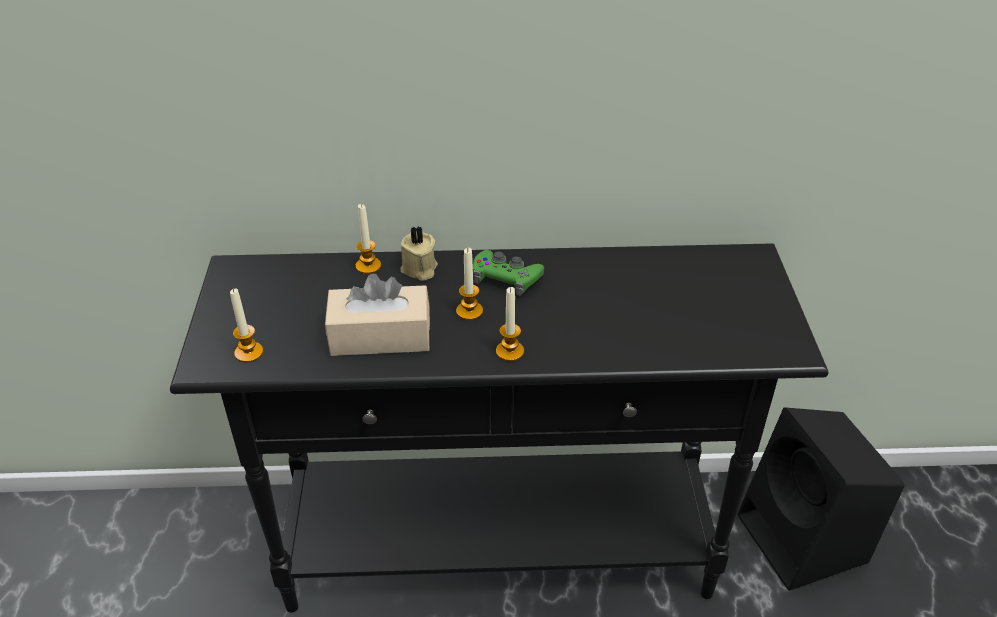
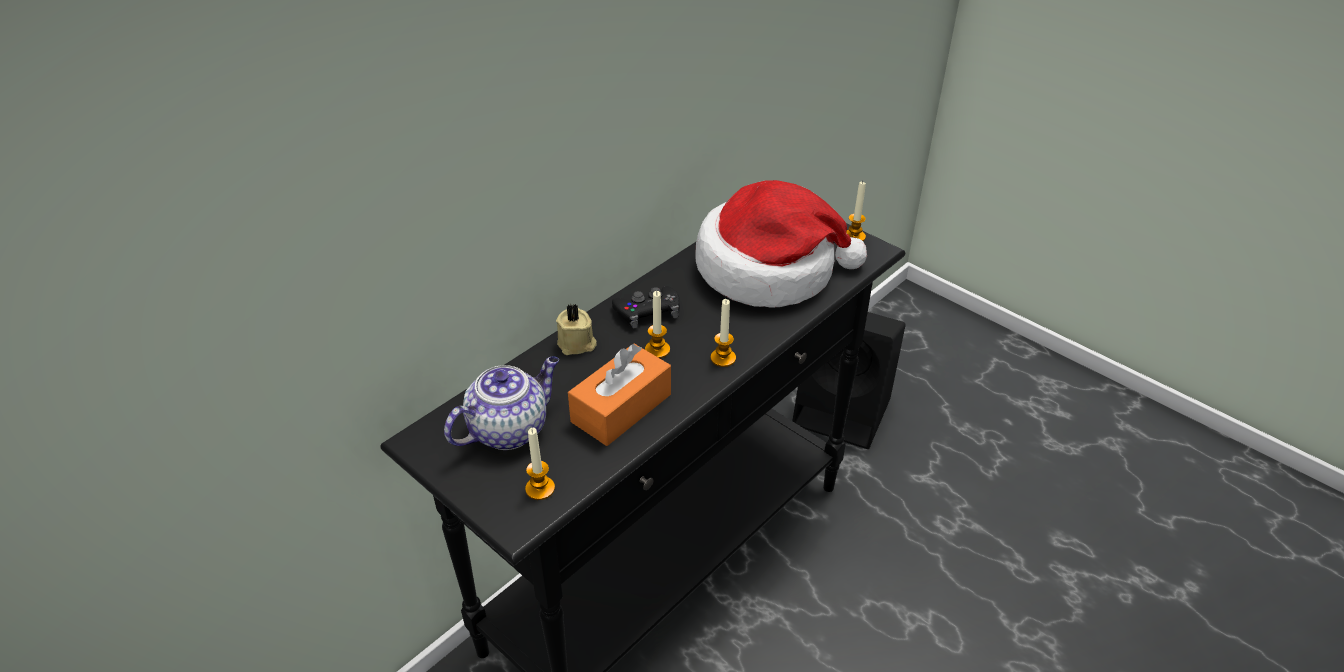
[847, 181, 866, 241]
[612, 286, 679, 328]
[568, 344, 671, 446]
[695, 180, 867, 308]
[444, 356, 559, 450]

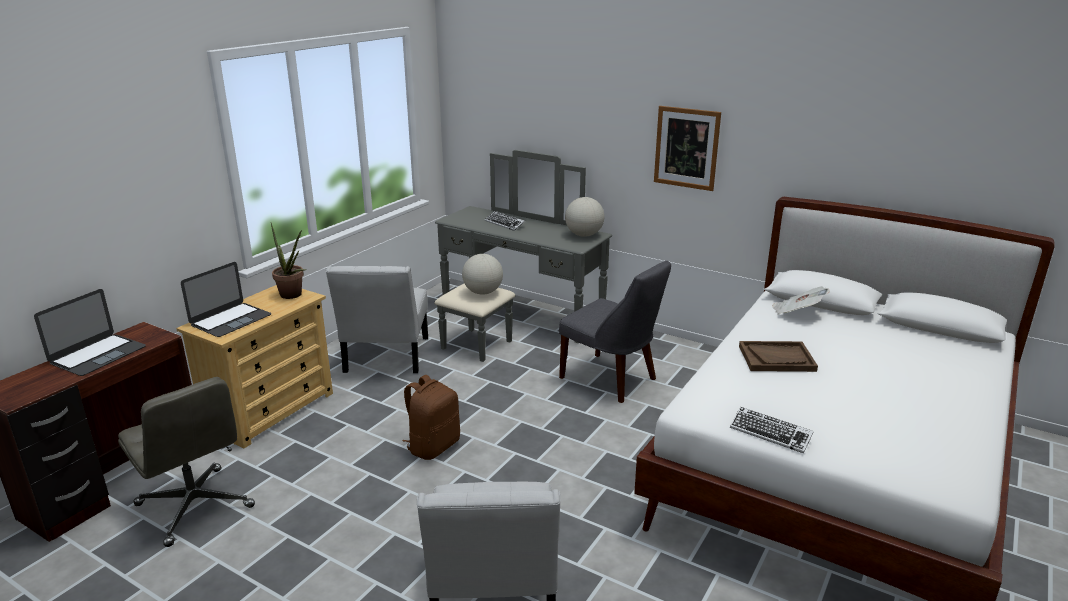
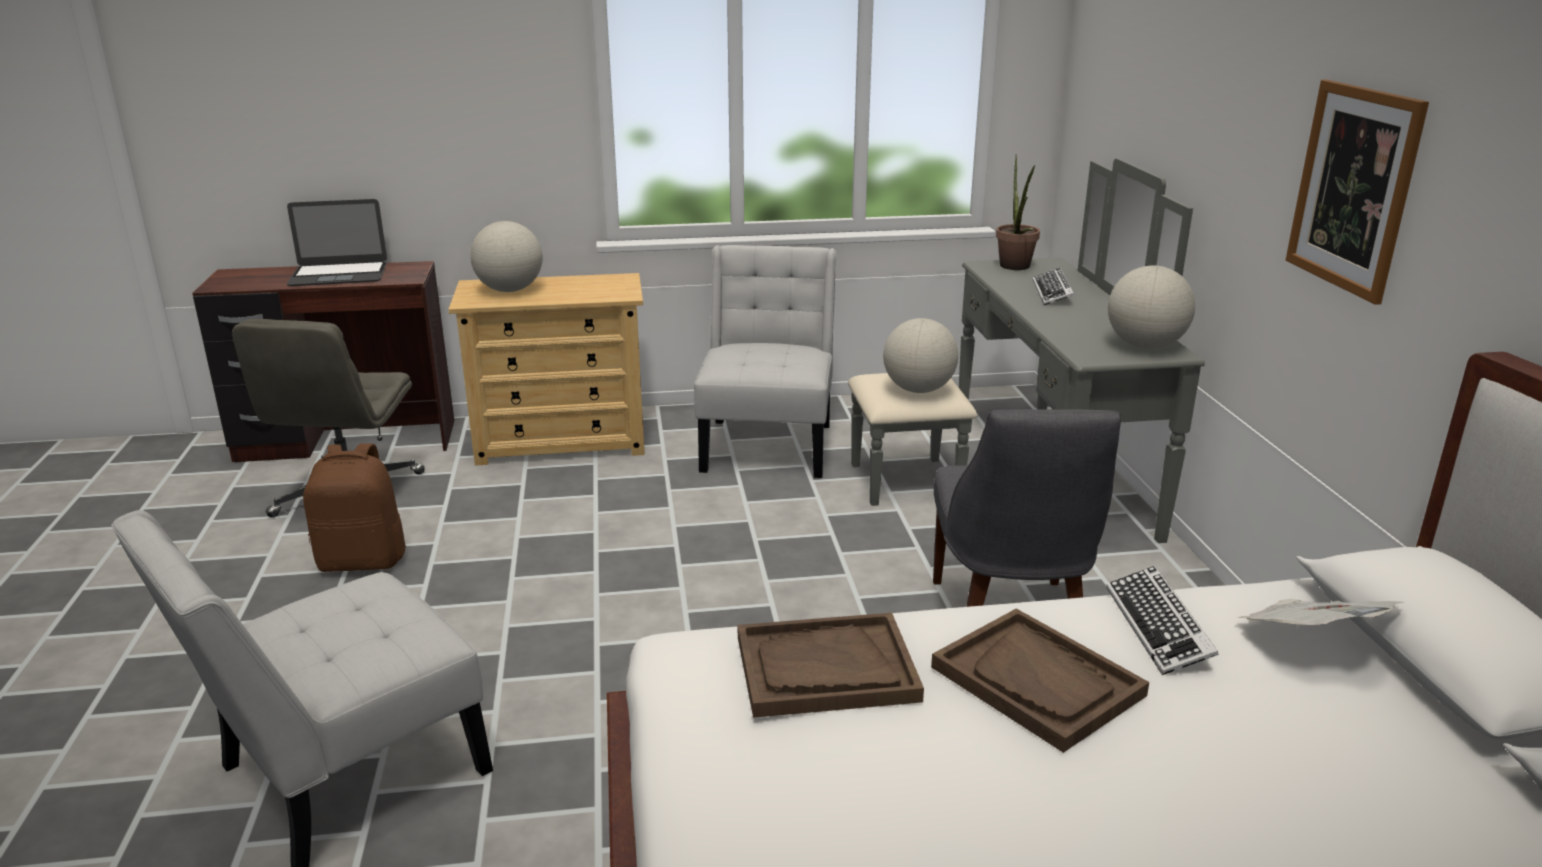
[996, 154, 1040, 270]
[470, 221, 543, 292]
[694, 245, 836, 478]
[303, 443, 406, 572]
[1106, 566, 1219, 675]
[738, 613, 924, 718]

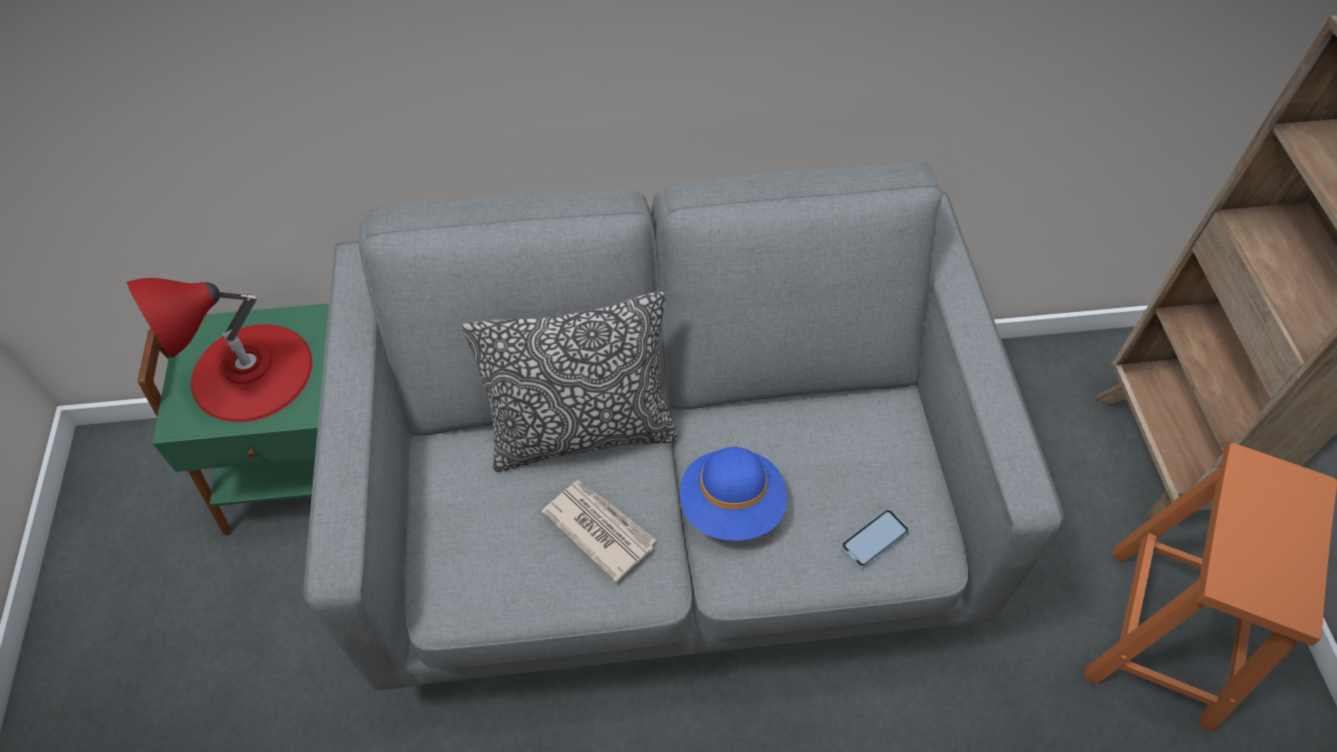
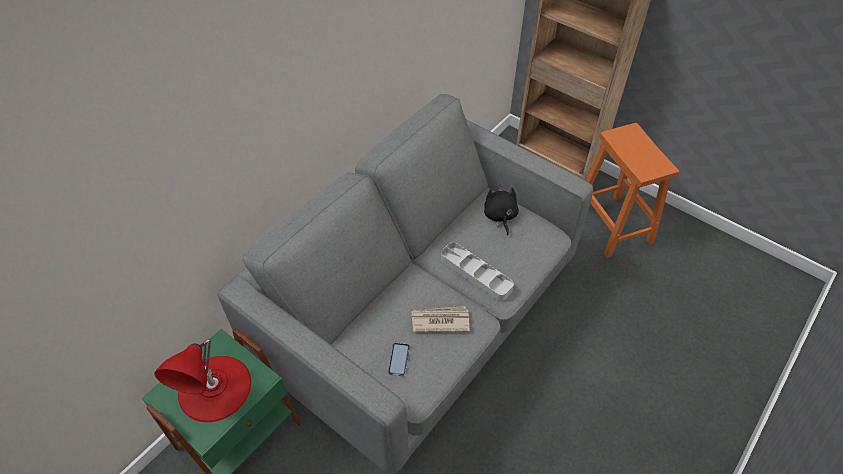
[462, 291, 678, 472] (first image)
[441, 242, 514, 301]
[388, 343, 410, 377]
[484, 185, 519, 236]

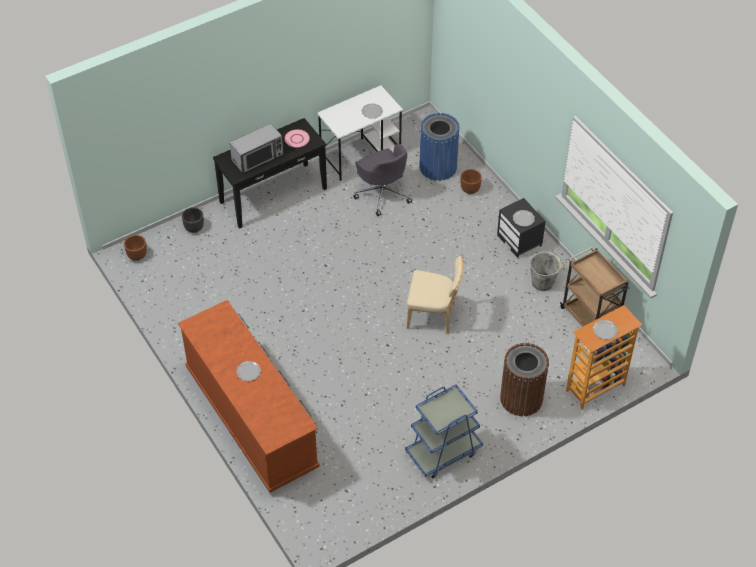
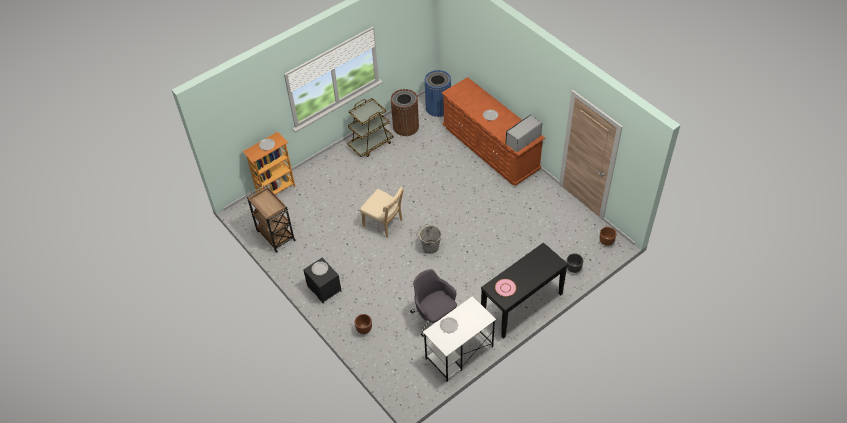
[424, 70, 451, 117]
[505, 114, 542, 152]
[416, 224, 442, 254]
[360, 187, 404, 238]
[391, 89, 419, 136]
[347, 98, 394, 157]

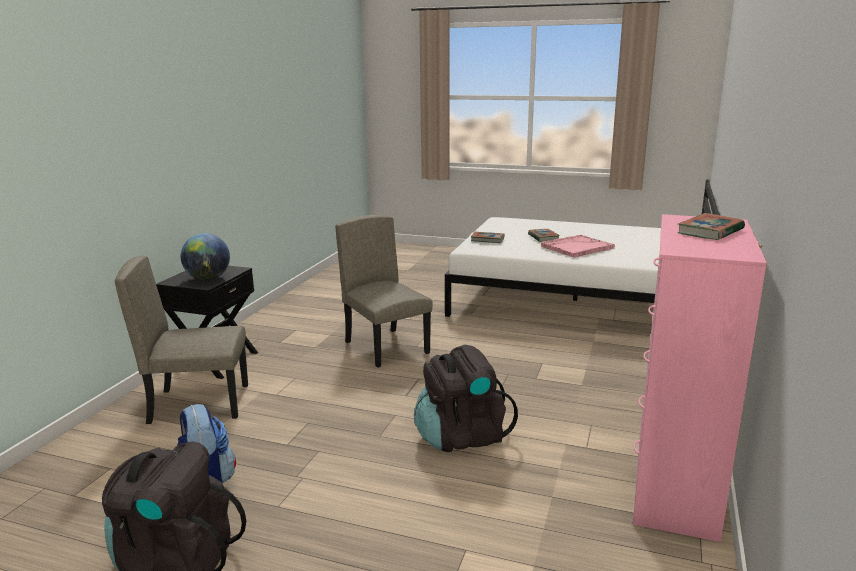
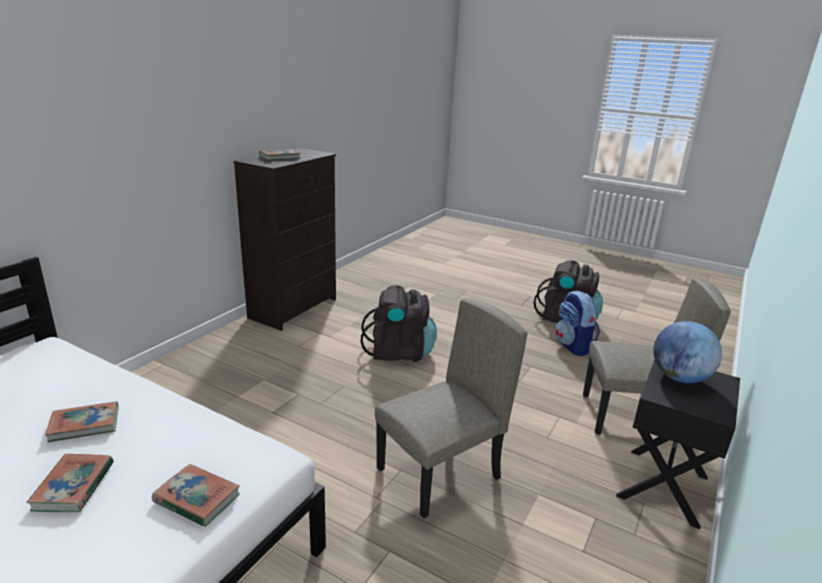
[233, 148, 336, 331]
[375, 298, 527, 519]
[45, 401, 118, 442]

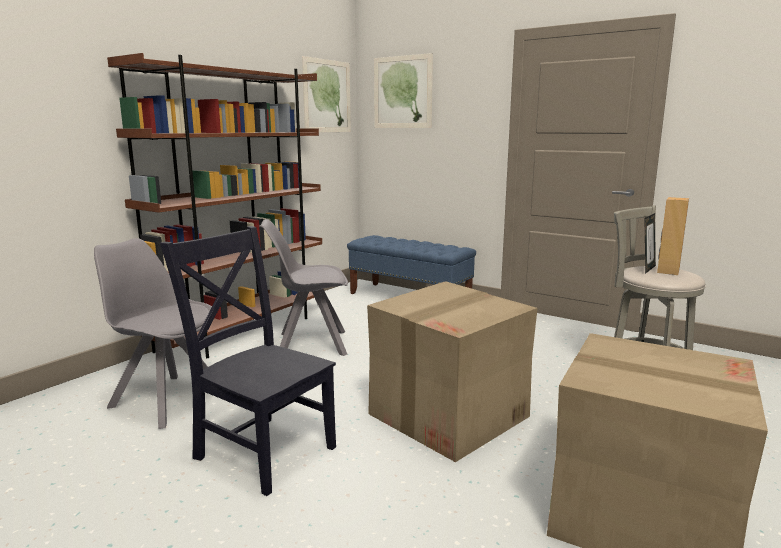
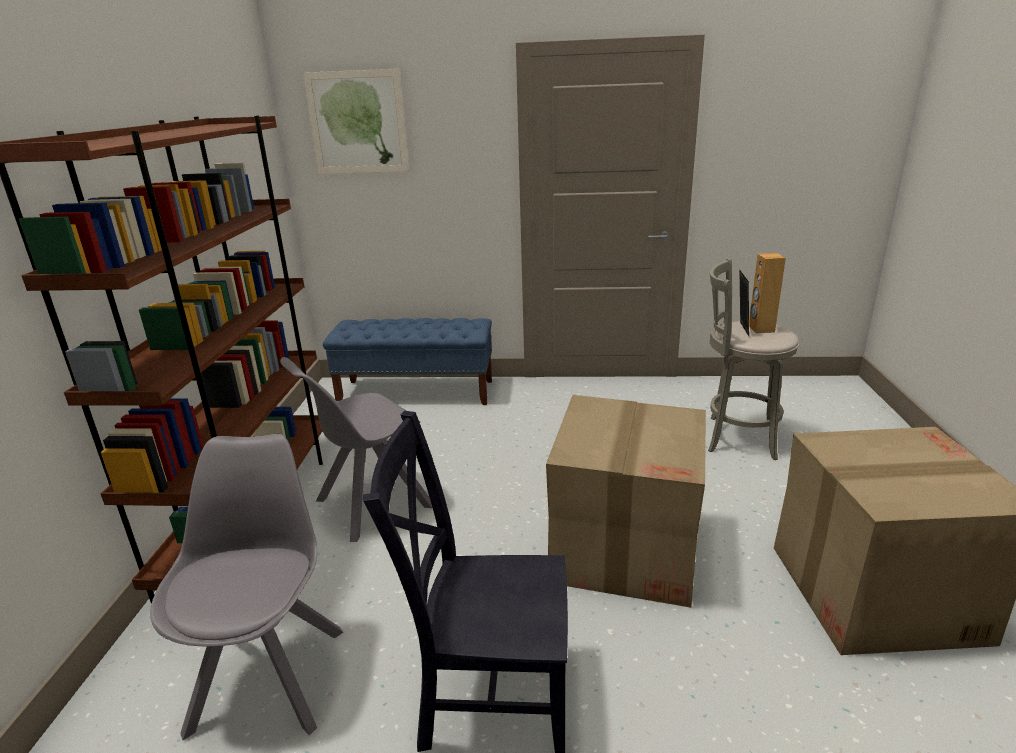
[302, 56, 351, 132] (first image)
[150, 434, 343, 740]

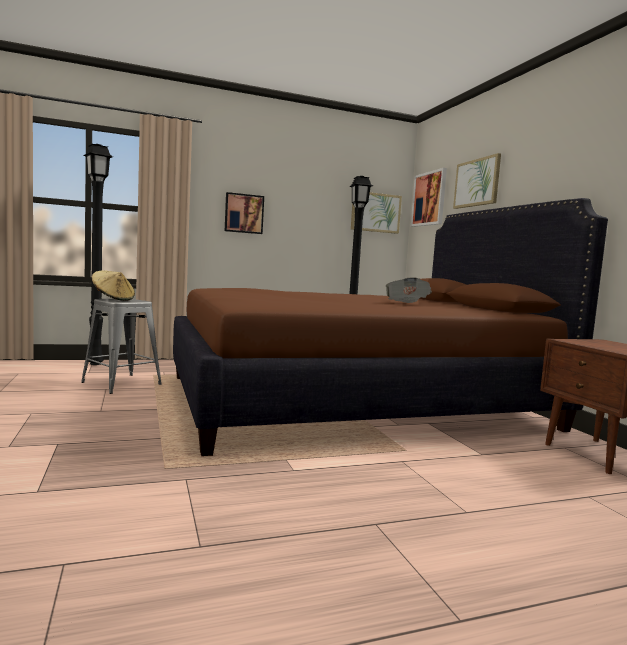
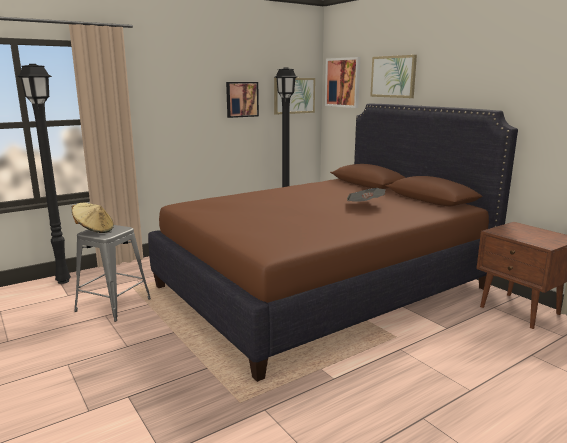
[226, 82, 259, 118]

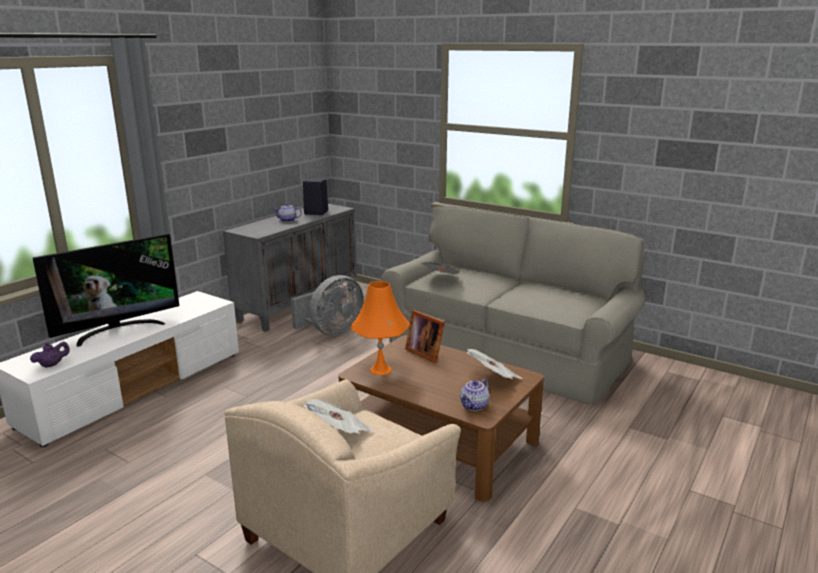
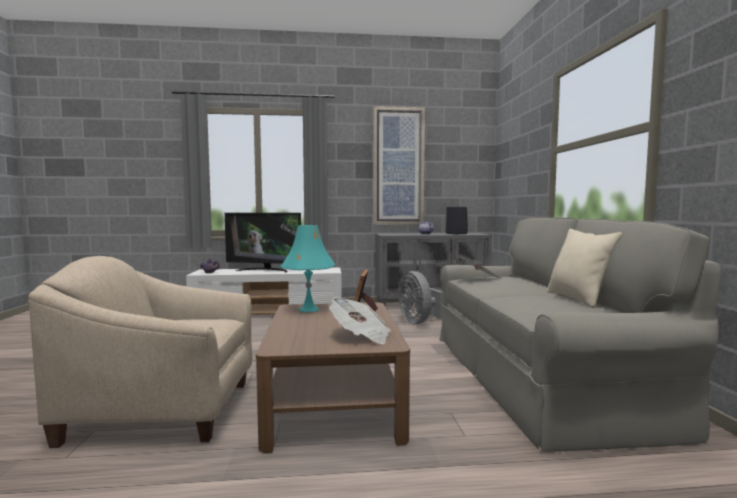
[398, 271, 443, 324]
[280, 225, 335, 312]
[460, 378, 489, 411] (first image)
[303, 399, 373, 434] (first image)
[373, 106, 425, 225]
[546, 229, 622, 308]

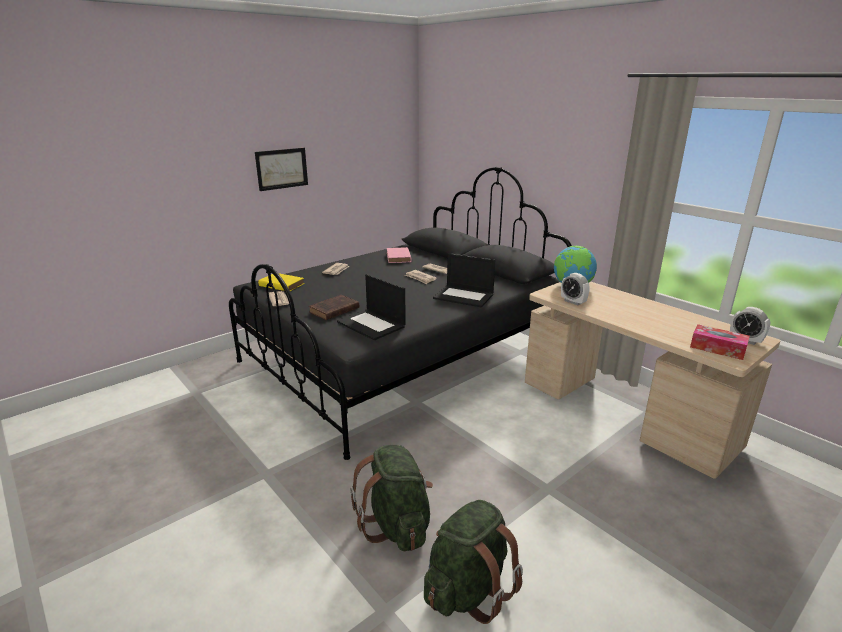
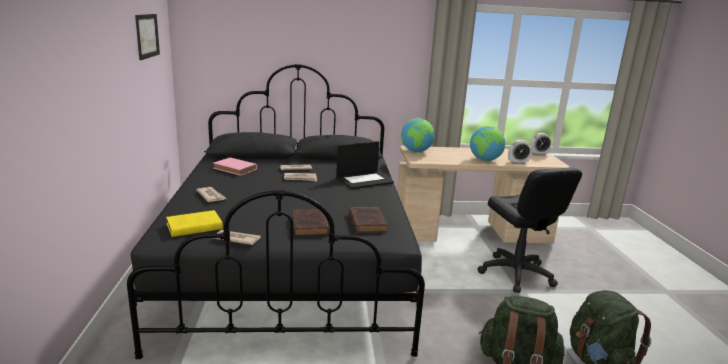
[135, 14, 160, 60]
[508, 140, 531, 164]
[349, 207, 388, 233]
[690, 324, 750, 360] (first image)
[470, 126, 505, 161]
[478, 167, 582, 293]

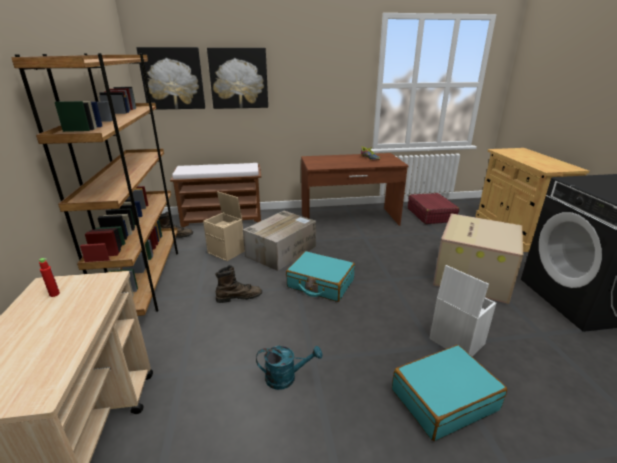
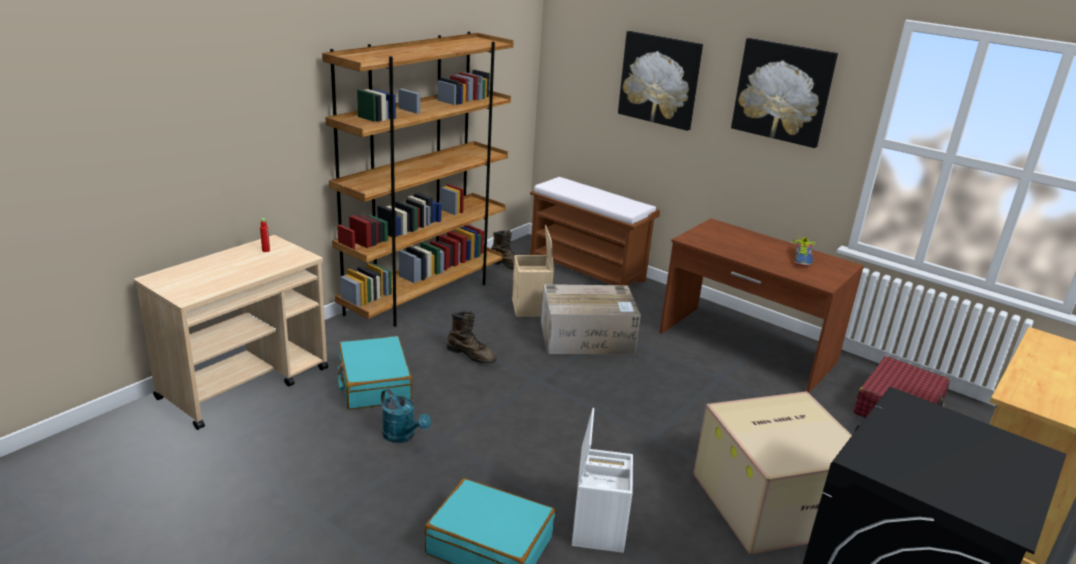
[731, 38, 838, 148]
[337, 336, 413, 410]

